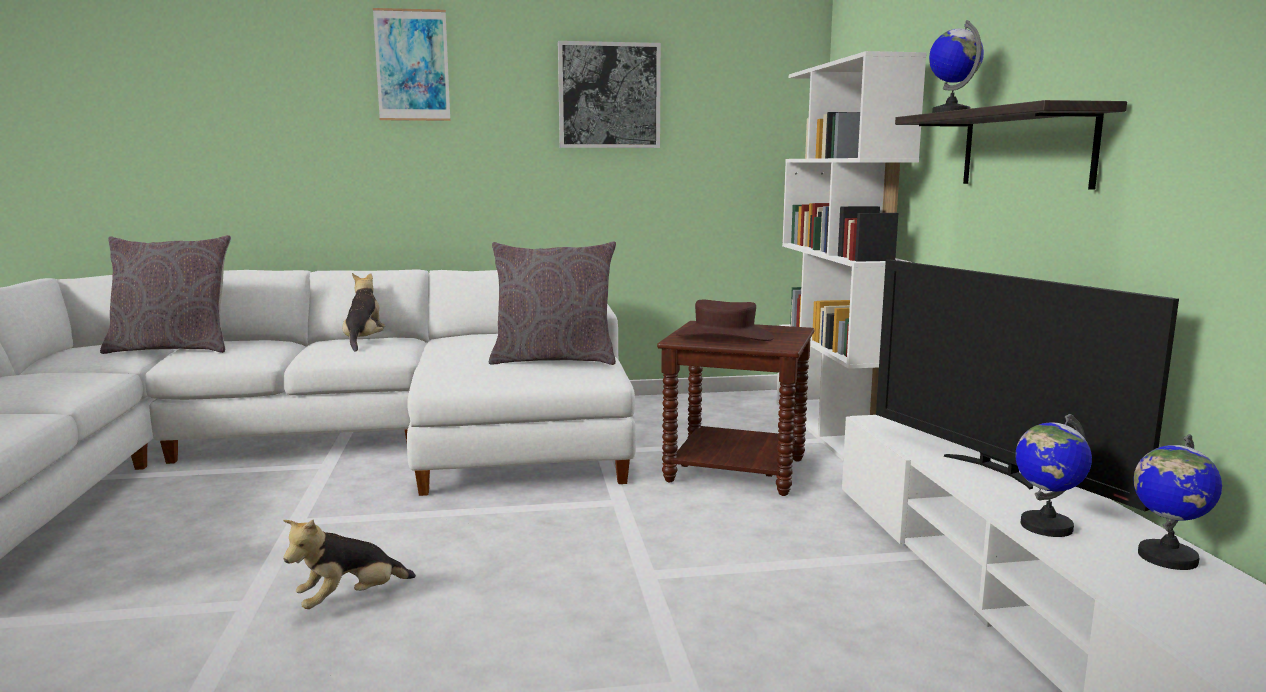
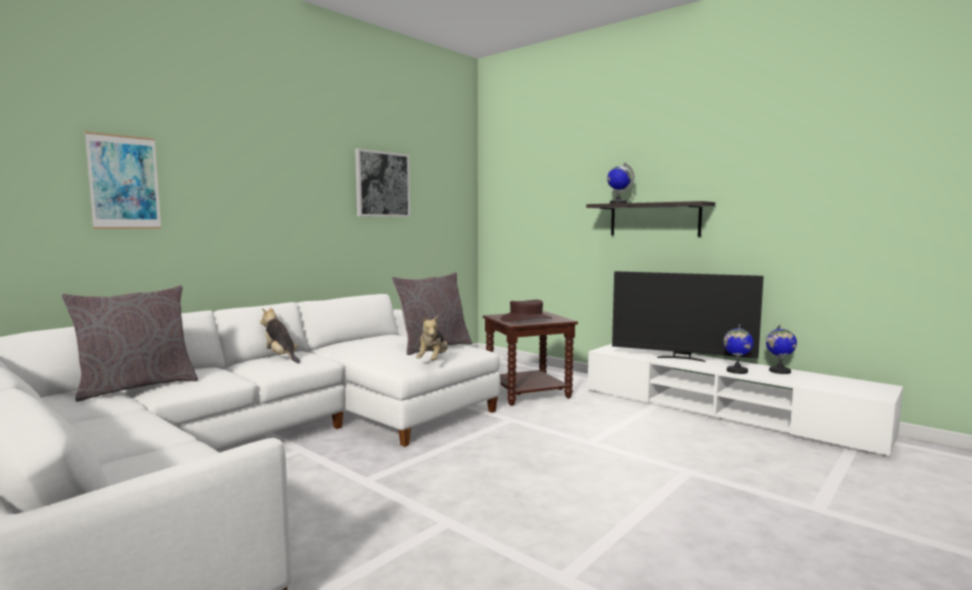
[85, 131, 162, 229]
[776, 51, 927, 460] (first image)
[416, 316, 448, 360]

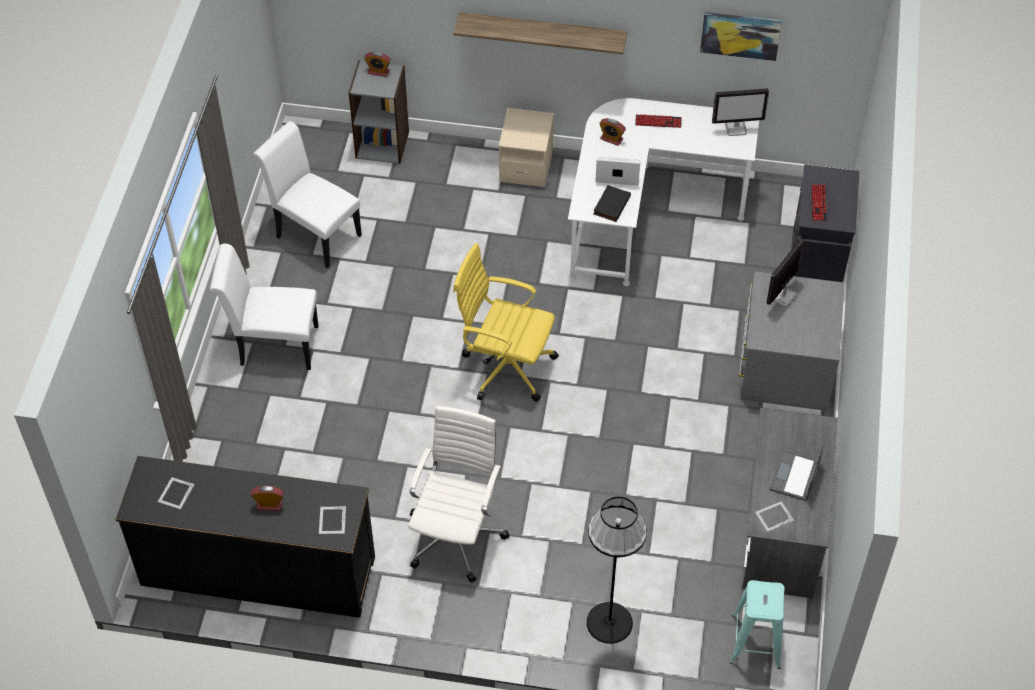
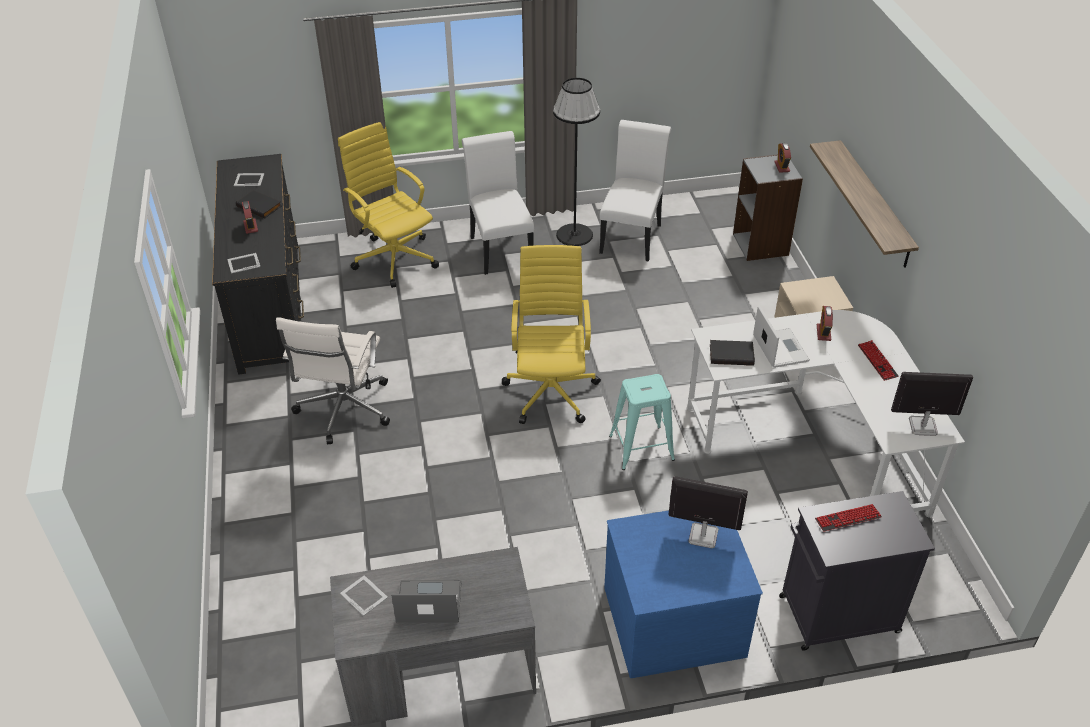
[700, 12, 782, 61] (first image)
[891, 372, 973, 436]
[604, 510, 763, 678]
[276, 317, 390, 444]
[553, 78, 600, 246]
[609, 374, 675, 470]
[338, 122, 439, 288]
[236, 190, 282, 218]

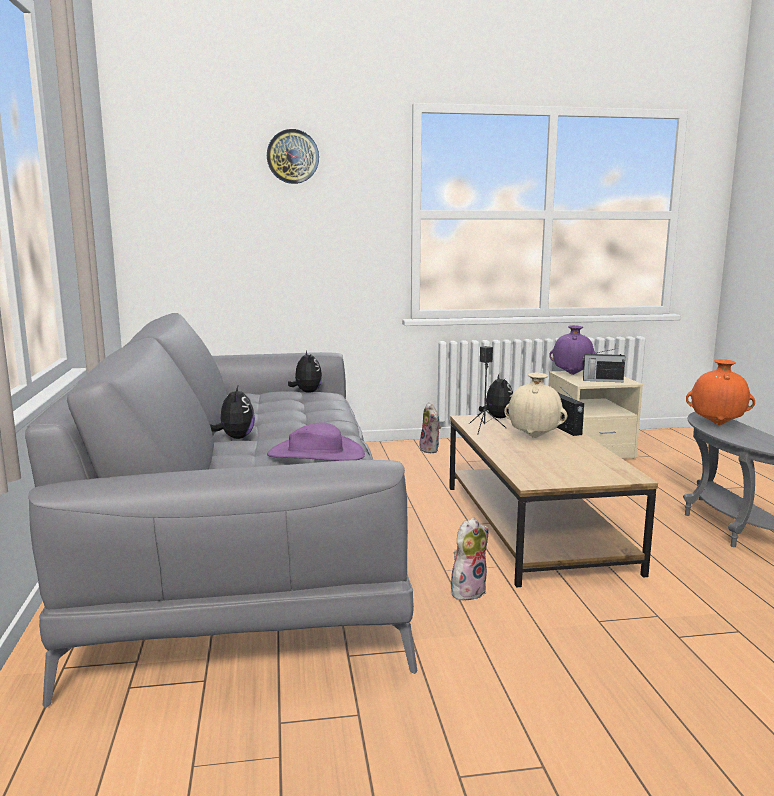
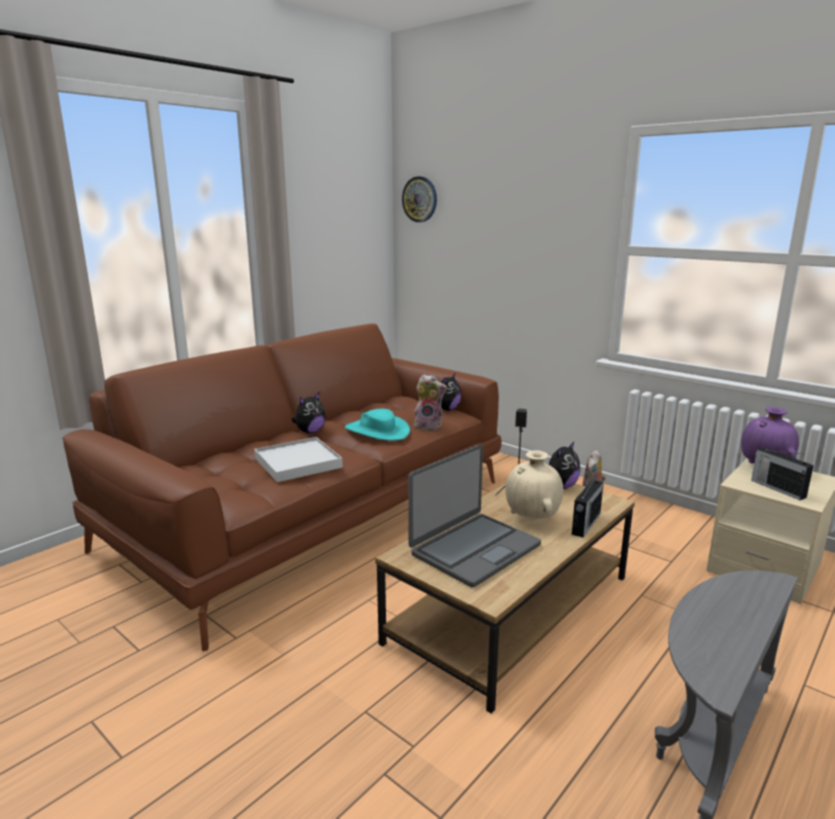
[402, 176, 437, 222]
[62, 323, 502, 651]
[686, 359, 755, 425] (first image)
[254, 437, 343, 482]
[413, 374, 447, 430]
[345, 409, 410, 441]
[408, 444, 541, 588]

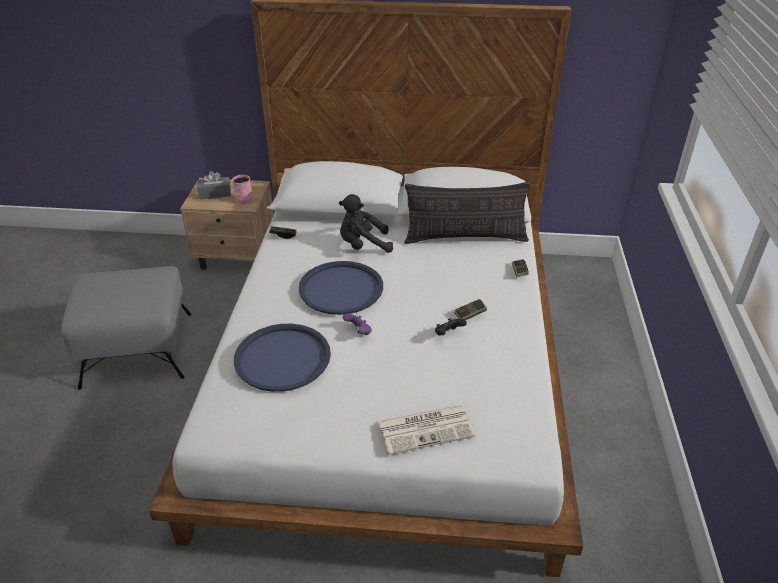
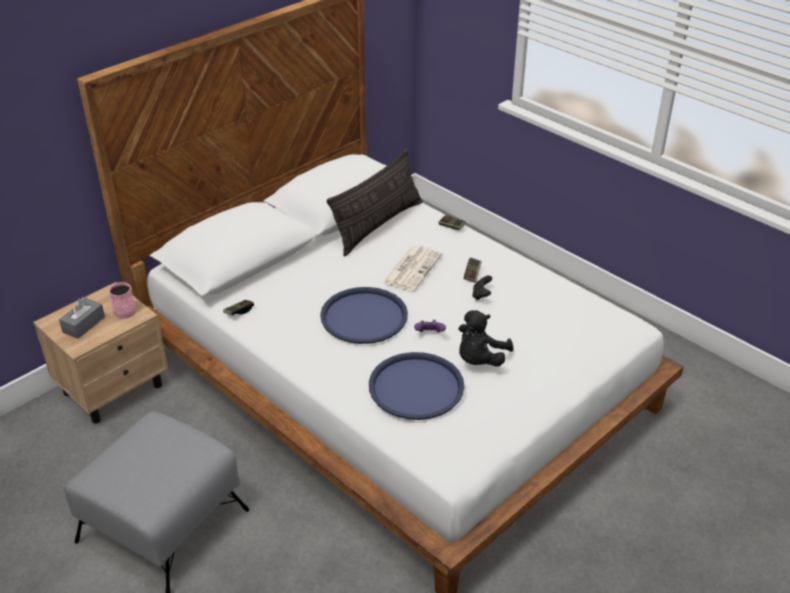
[459, 310, 513, 366]
[383, 245, 443, 291]

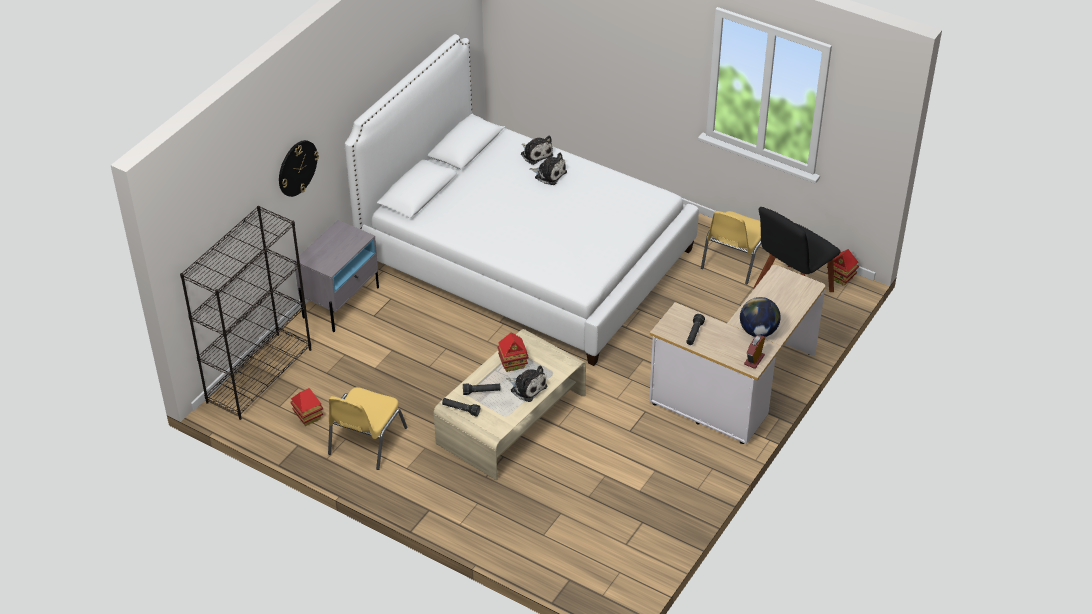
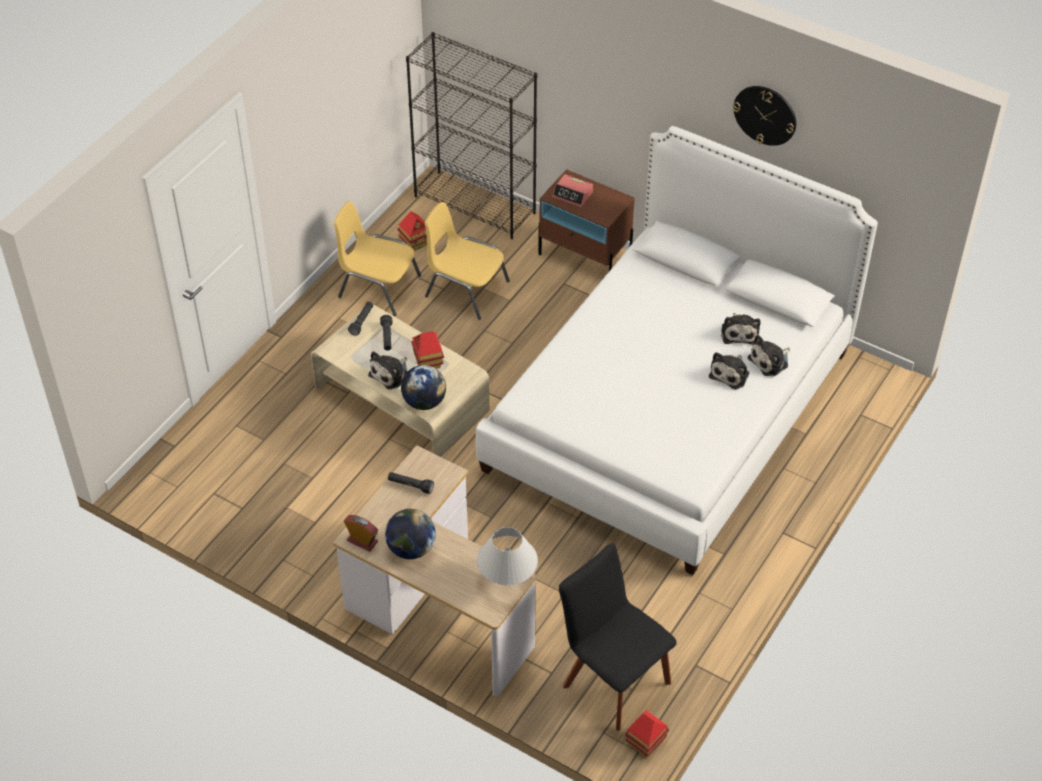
[733, 86, 796, 146]
[425, 202, 510, 320]
[538, 169, 635, 271]
[552, 174, 593, 207]
[721, 313, 760, 345]
[401, 365, 446, 410]
[477, 527, 538, 585]

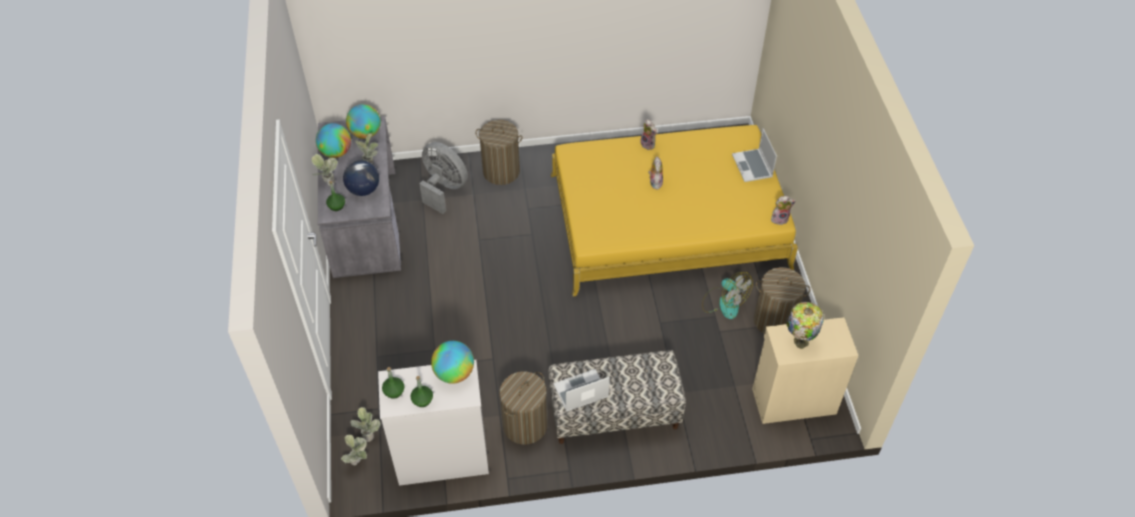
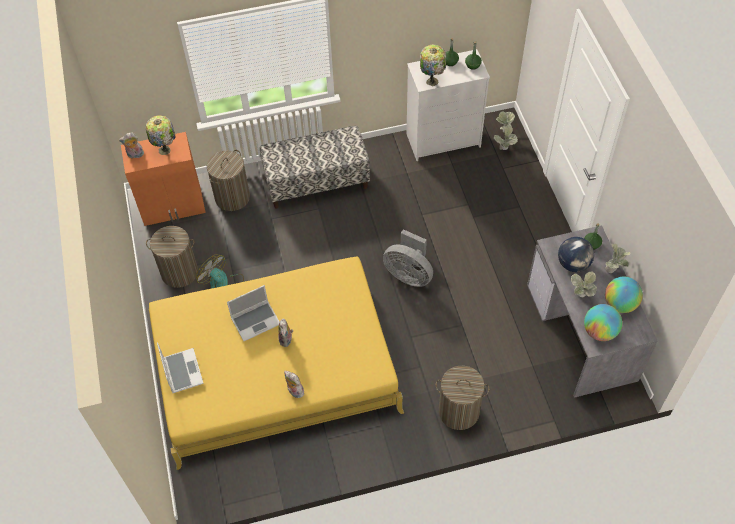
[383, 229, 433, 287]
[119, 133, 144, 159]
[121, 132, 206, 226]
[420, 45, 446, 86]
[227, 285, 280, 341]
[207, 150, 250, 211]

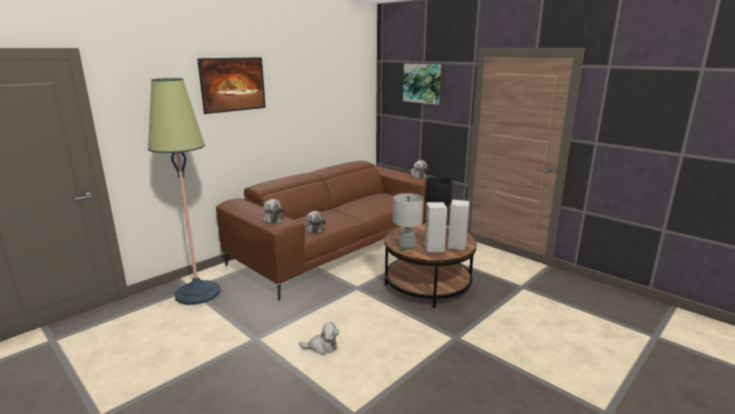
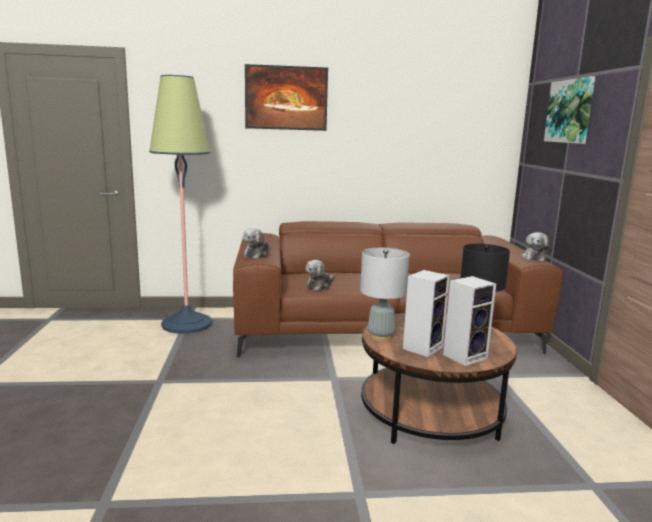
[299, 322, 339, 355] (first image)

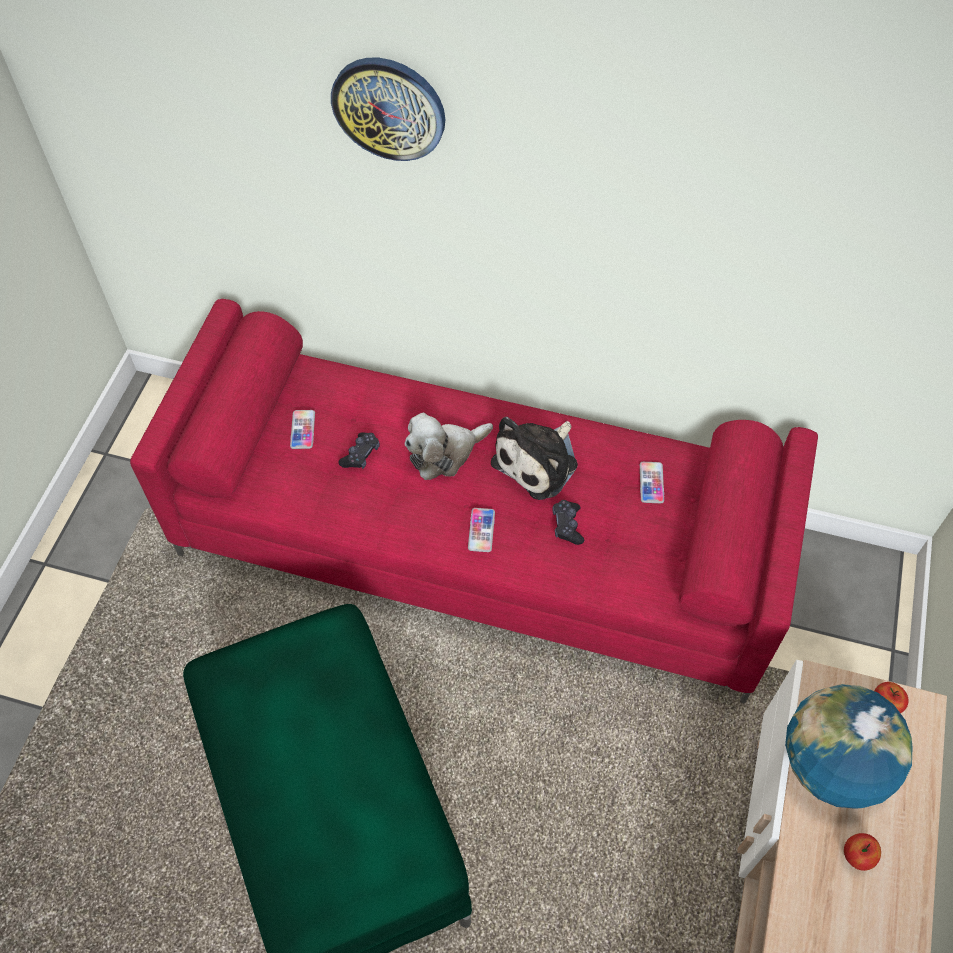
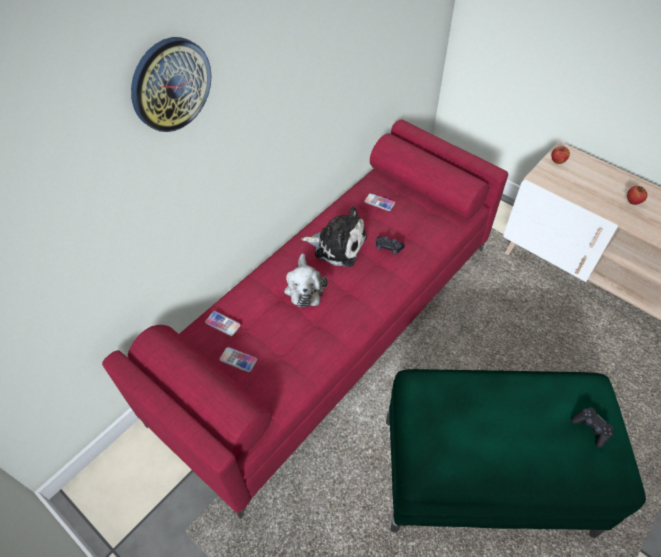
[301, 206, 367, 267]
[571, 407, 614, 448]
[205, 311, 241, 336]
[785, 684, 912, 809] (first image)

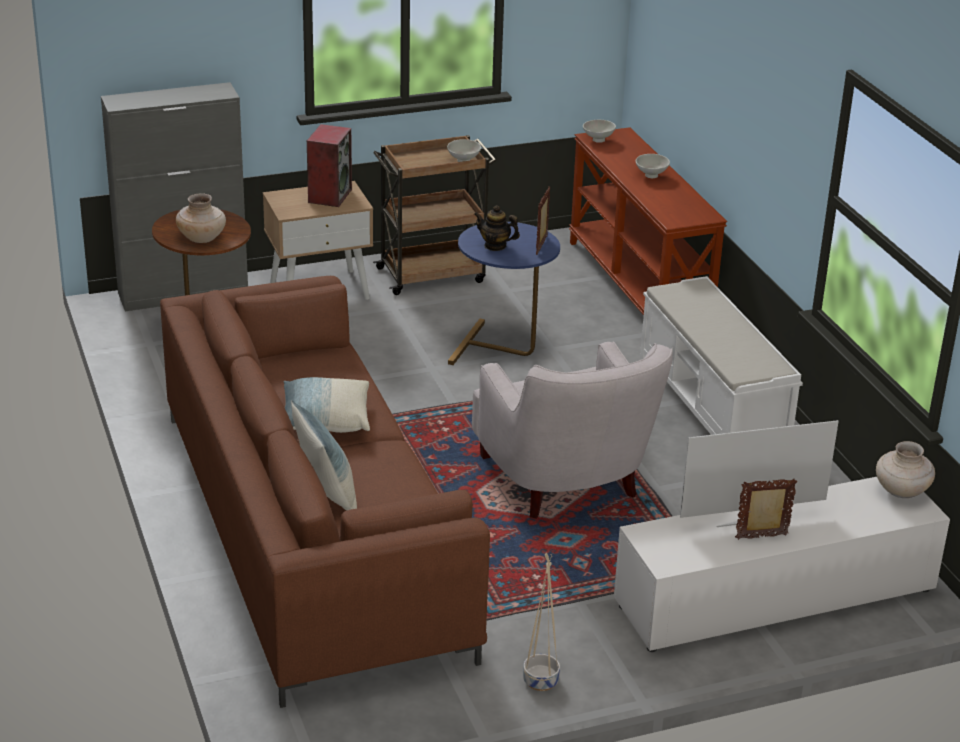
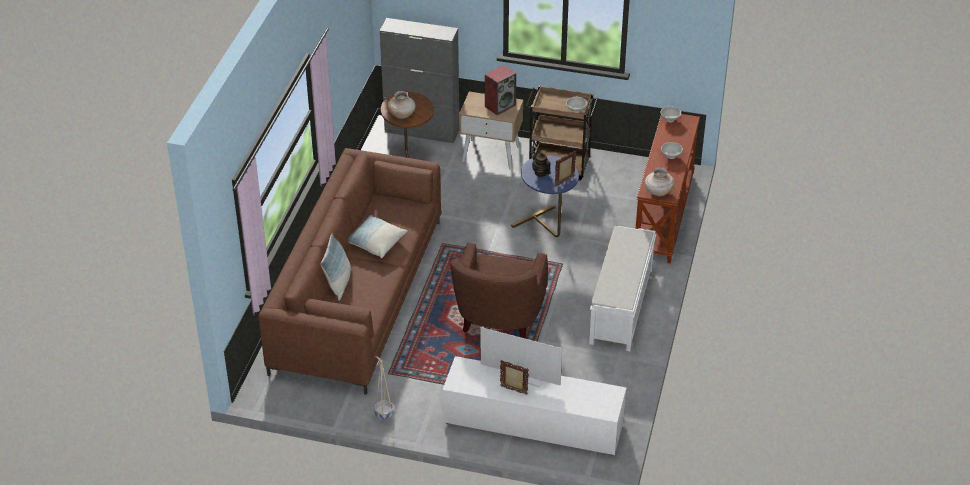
[450, 243, 548, 339]
[645, 167, 675, 196]

